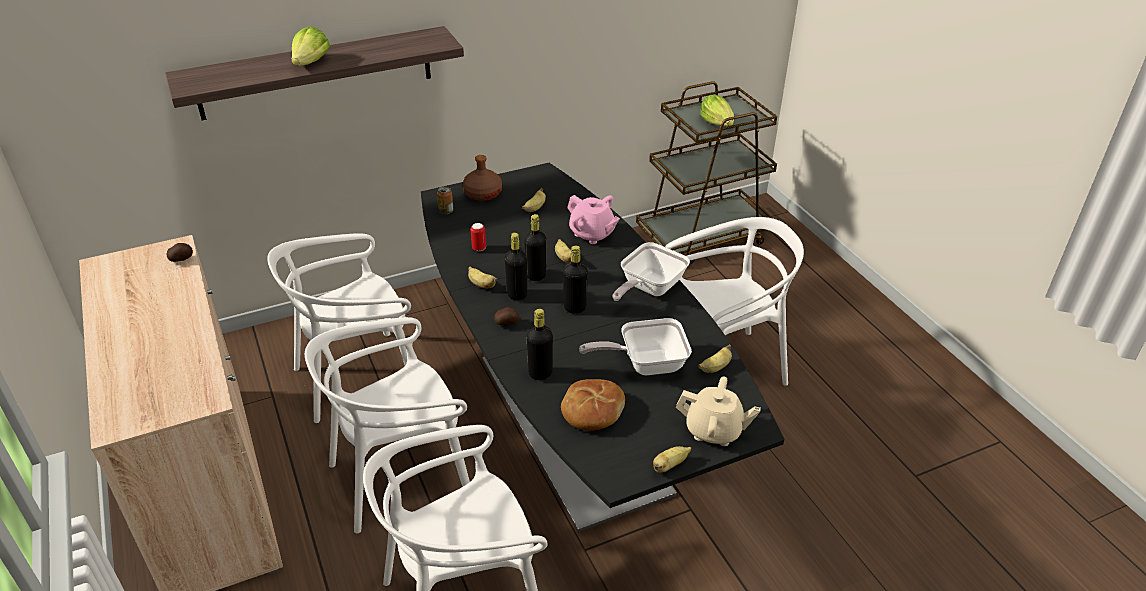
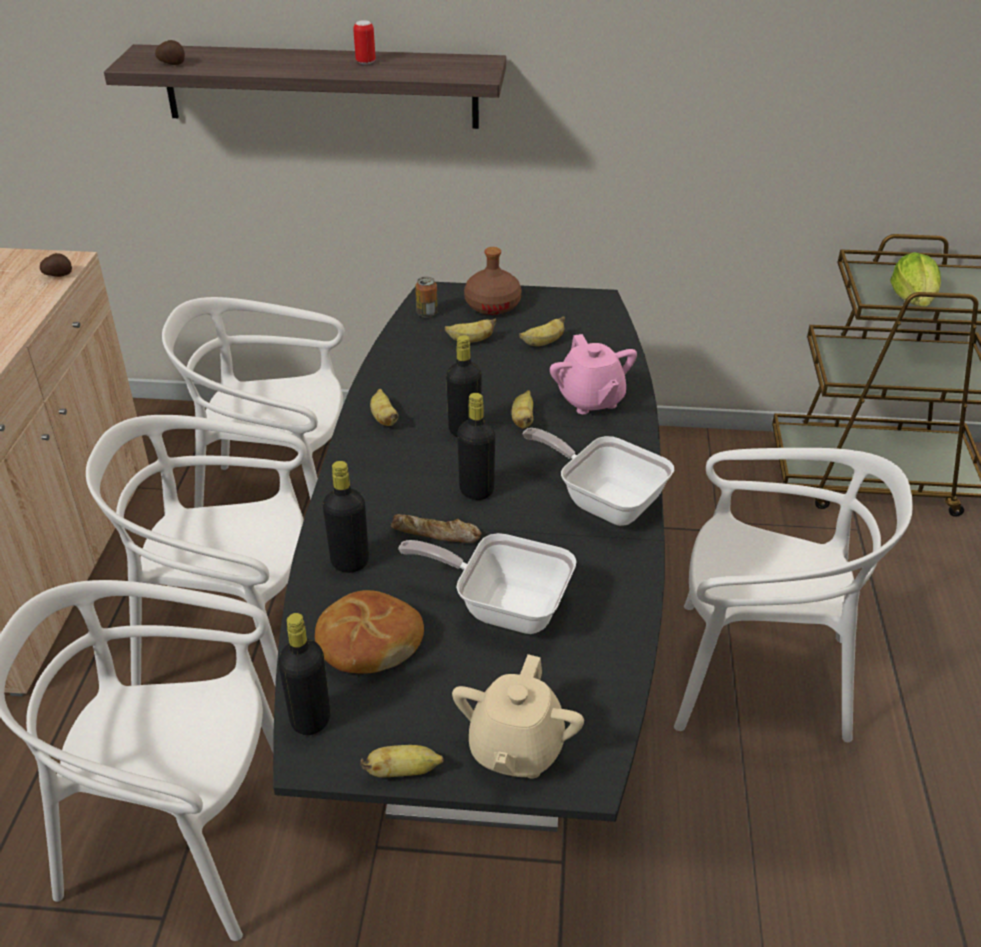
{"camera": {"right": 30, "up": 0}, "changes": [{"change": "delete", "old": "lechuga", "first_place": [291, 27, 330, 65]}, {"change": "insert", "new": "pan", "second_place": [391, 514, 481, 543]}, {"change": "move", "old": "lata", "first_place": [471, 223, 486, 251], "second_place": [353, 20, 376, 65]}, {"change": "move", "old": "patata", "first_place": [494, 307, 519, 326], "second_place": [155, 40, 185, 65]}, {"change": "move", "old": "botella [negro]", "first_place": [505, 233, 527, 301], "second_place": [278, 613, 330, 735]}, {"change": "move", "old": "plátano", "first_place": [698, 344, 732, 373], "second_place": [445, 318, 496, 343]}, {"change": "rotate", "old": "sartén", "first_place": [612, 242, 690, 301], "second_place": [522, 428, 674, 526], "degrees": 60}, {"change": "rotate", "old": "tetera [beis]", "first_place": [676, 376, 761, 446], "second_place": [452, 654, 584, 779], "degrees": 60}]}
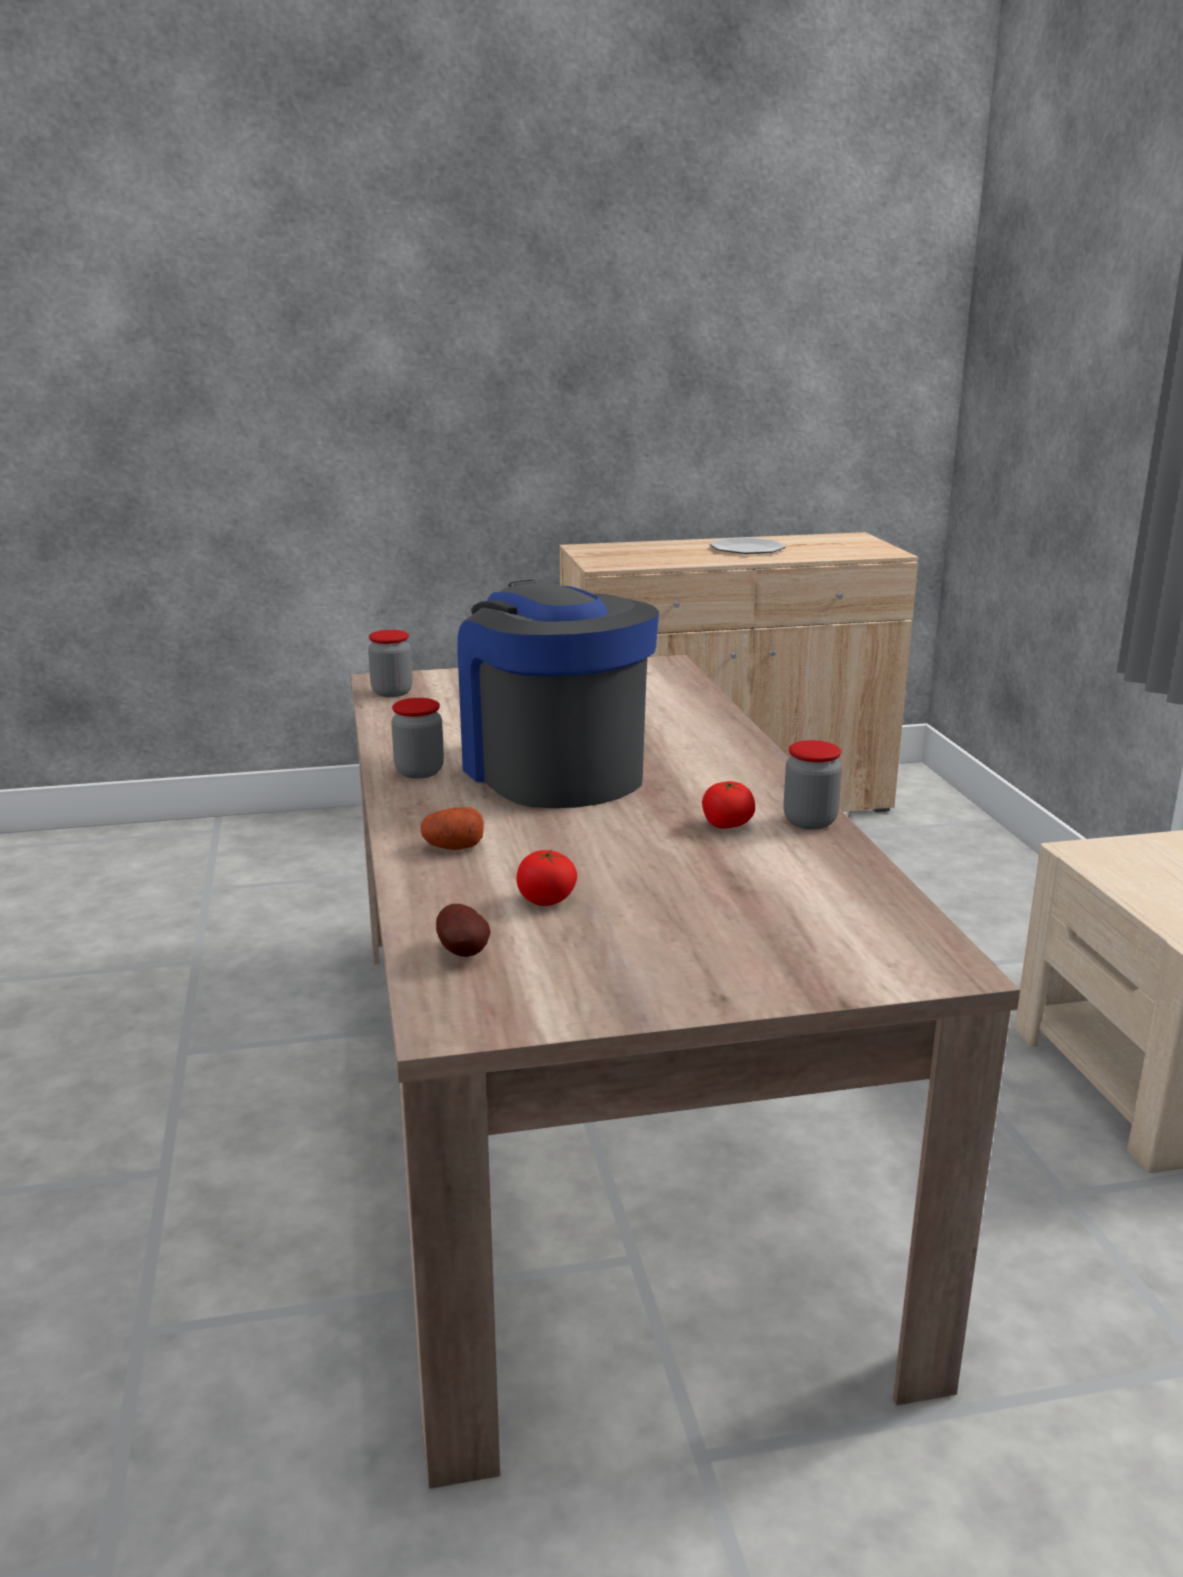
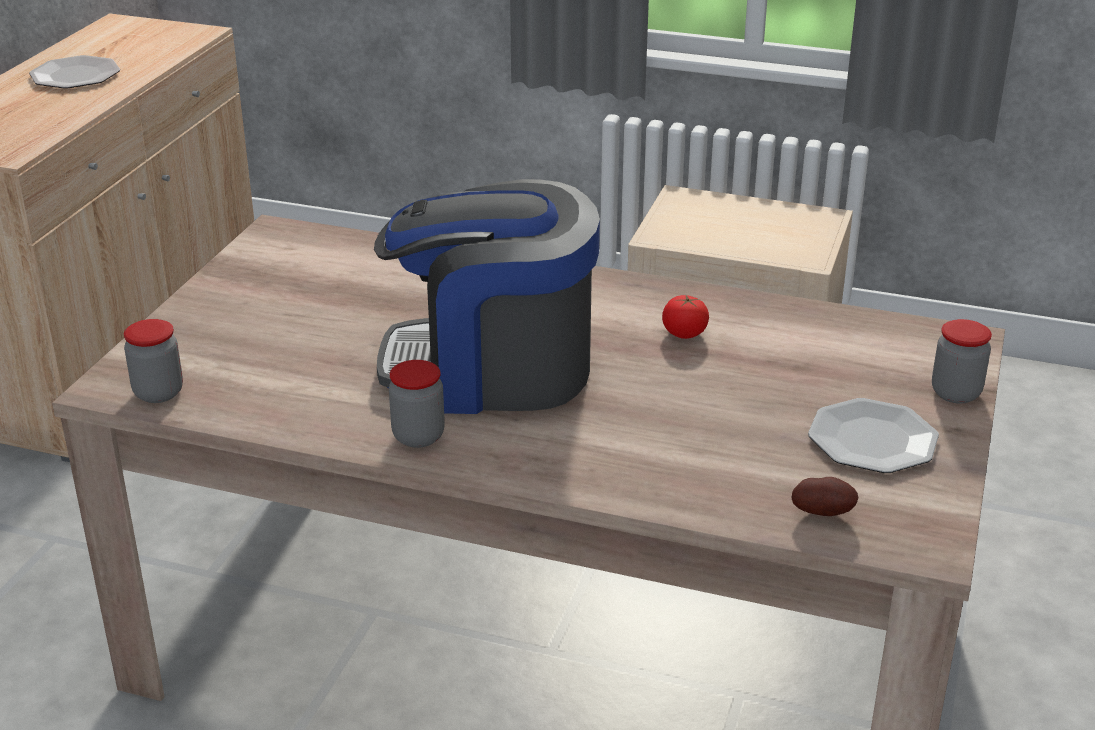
{"camera": {"right": -60, "up": 10}, "changes": [{"change": "delete", "old": "patata", "first_place": [421, 807, 484, 850]}, {"change": "delete", "old": "tomate", "first_place": [516, 850, 577, 906]}, {"change": "insert", "new": "plato", "second_place": [808, 398, 939, 473]}, {"change": "move", "old": "tarro", "first_place": [783, 740, 842, 830], "second_place": [932, 319, 992, 404]}]}
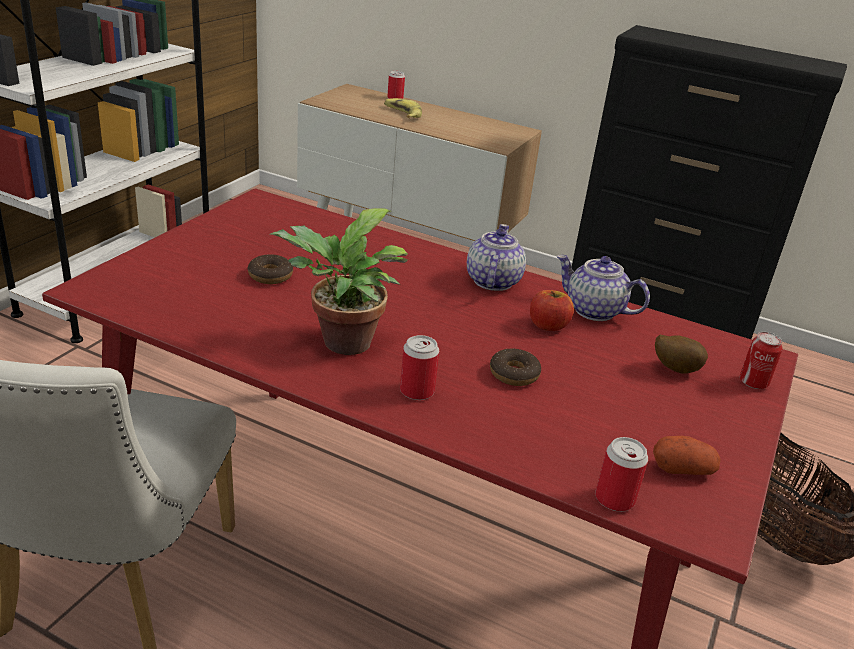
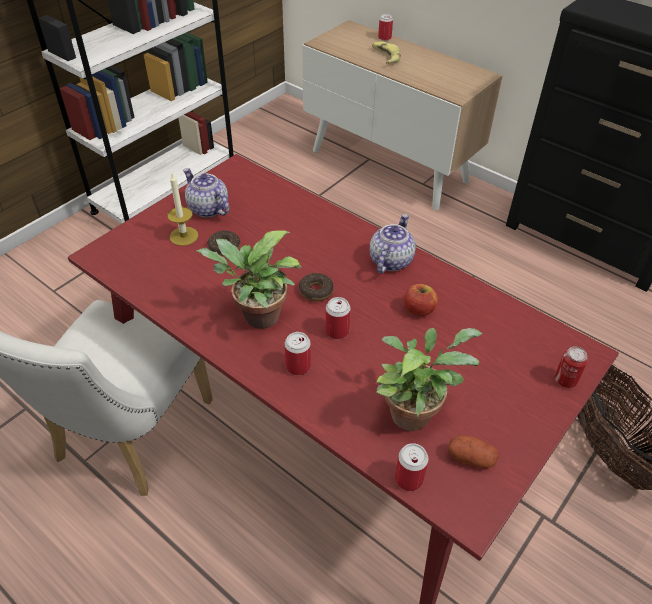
{"camera": {"right": 15, "up": 15}, "changes": [{"change": "delete", "old": "patata", "first_place": [655, 335, 708, 374]}, {"change": "insert", "new": "vela", "second_place": [167, 174, 198, 246]}, {"change": "insert", "new": "lata", "second_place": [325, 297, 351, 339]}, {"change": "insert", "new": "planta en maceta", "second_place": [376, 328, 482, 431]}, {"change": "move", "old": "rosquilla", "first_place": [490, 348, 541, 386], "second_place": [299, 273, 334, 301]}, {"change": "move", "old": "tetera", "first_place": [557, 255, 650, 321], "second_place": [183, 168, 229, 218]}]}
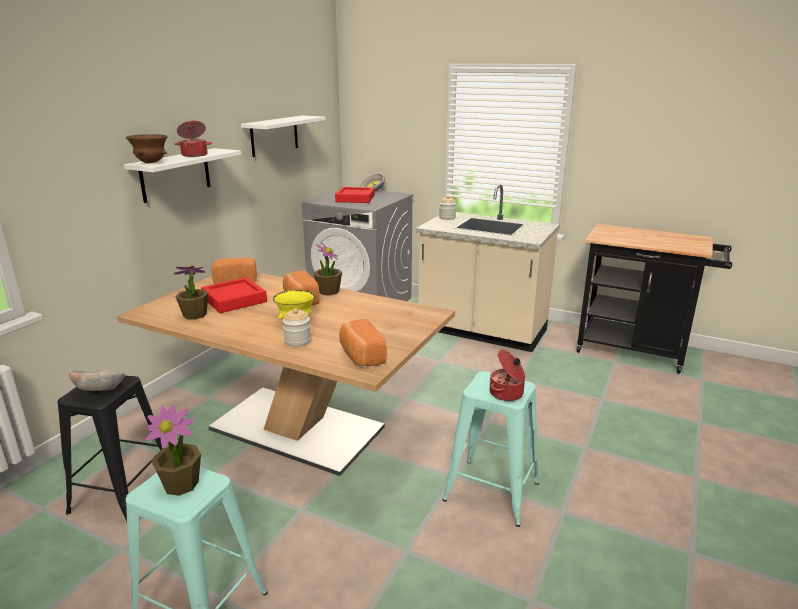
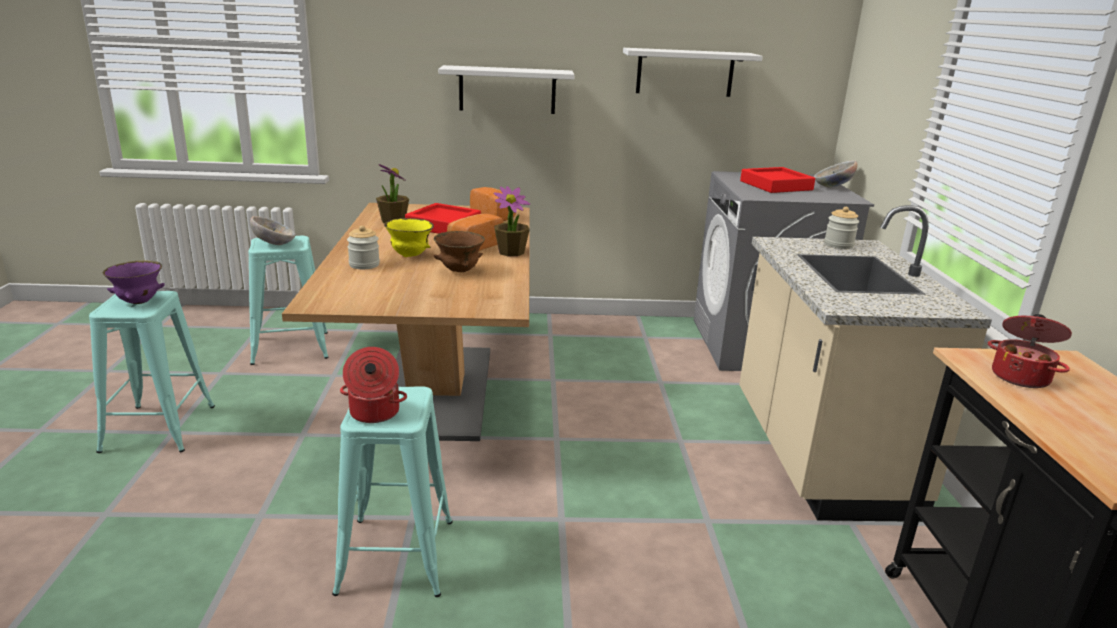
{"camera": {"right": 60, "up": 0}, "changes": [{"change": "delete", "old": "pan", "first_place": [339, 319, 387, 366]}, {"change": "move", "old": "cuenco [marrón]", "first_place": [126, 134, 168, 164], "second_place": [433, 231, 485, 272]}, {"change": "move", "old": "olla", "first_place": [174, 121, 212, 157], "second_place": [988, 314, 1072, 388]}, {"change": "replace", "old": "planta en maceta", "new": "cuenco [morado]", "first_place": [145, 405, 201, 496], "second_place": [103, 260, 165, 304]}, {"change": "recolor", "old": "taburete [negro]", "new": "taburete [turquesa]", "first_place": [57, 376, 162, 522], "second_place": [248, 236, 329, 365]}]}
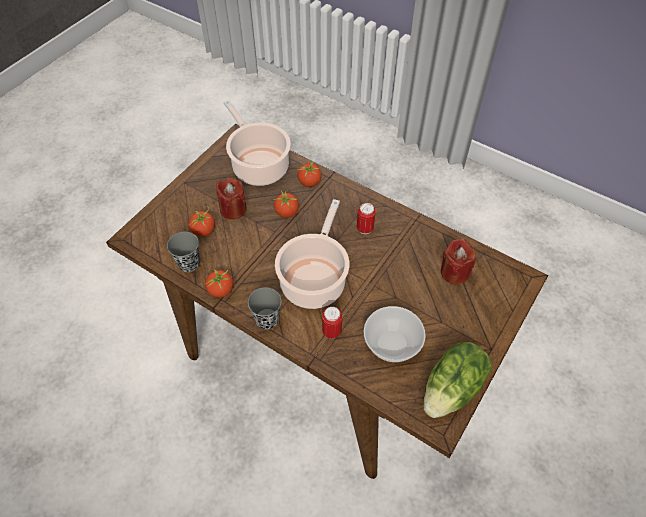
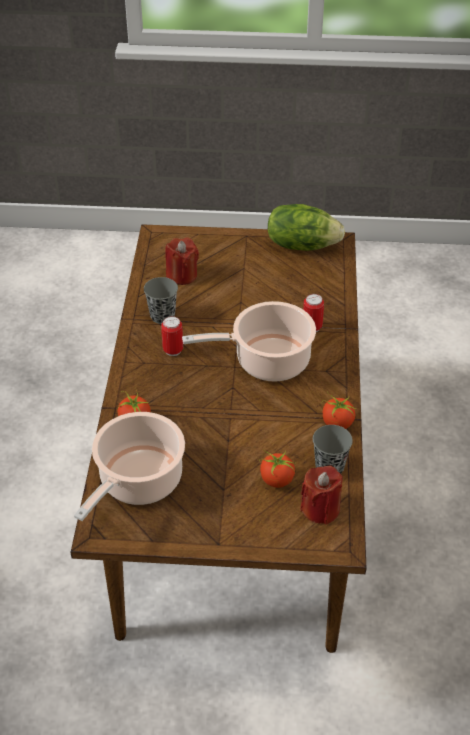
{"camera": {"right": -120, "up": -10}, "changes": [{"change": "delete", "old": "tomate", "first_place": [274, 190, 299, 218]}, {"change": "delete", "old": "cuenco", "first_place": [364, 306, 426, 362]}, {"change": "move", "old": "vela [rojo]", "first_place": [216, 177, 247, 219], "second_place": [300, 466, 343, 525]}, {"change": "move", "old": "taza [gris]", "first_place": [248, 287, 281, 330], "second_place": [144, 277, 178, 324]}]}
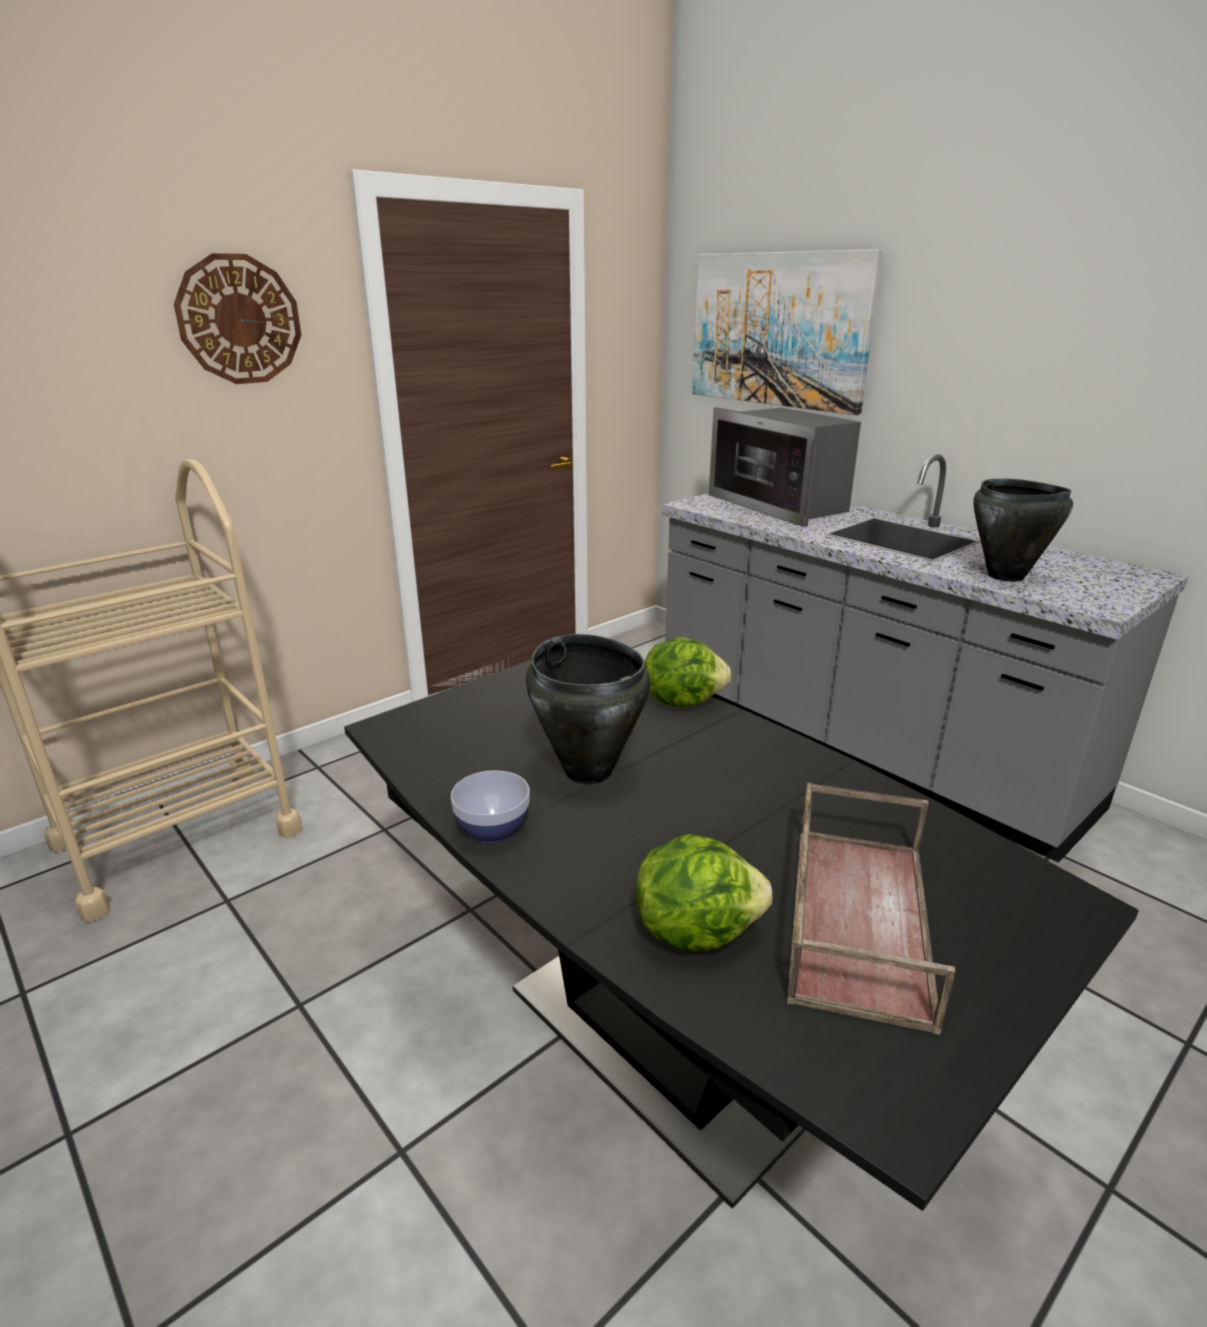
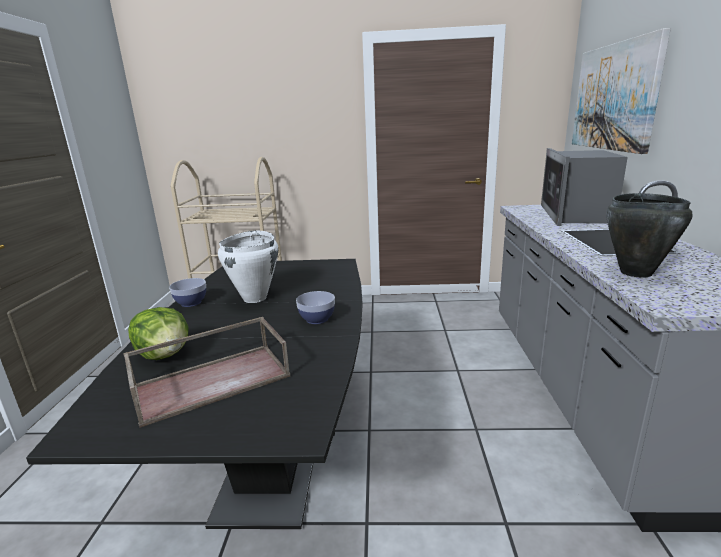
{"camera": {"right": 45, "up": -5}, "changes": [{"change": "delete", "old": "reloj de pared", "first_place": [174, 253, 301, 384]}, {"change": "delete", "old": "lechuga", "first_place": [644, 637, 732, 707]}, {"change": "insert", "new": "cuenco", "second_place": [296, 291, 335, 324]}, {"change": "recolor", "old": "olla [negro]", "new": "olla [blanco]", "first_place": [526, 634, 650, 784], "second_place": [218, 230, 278, 303]}]}
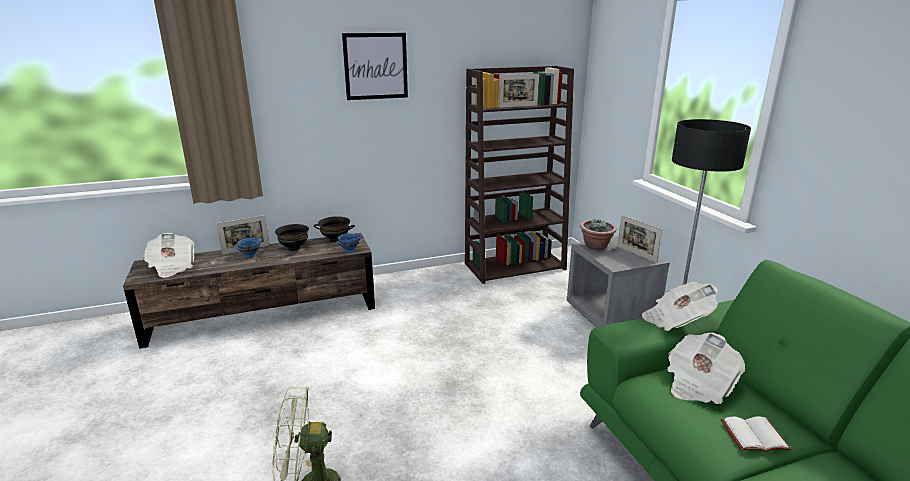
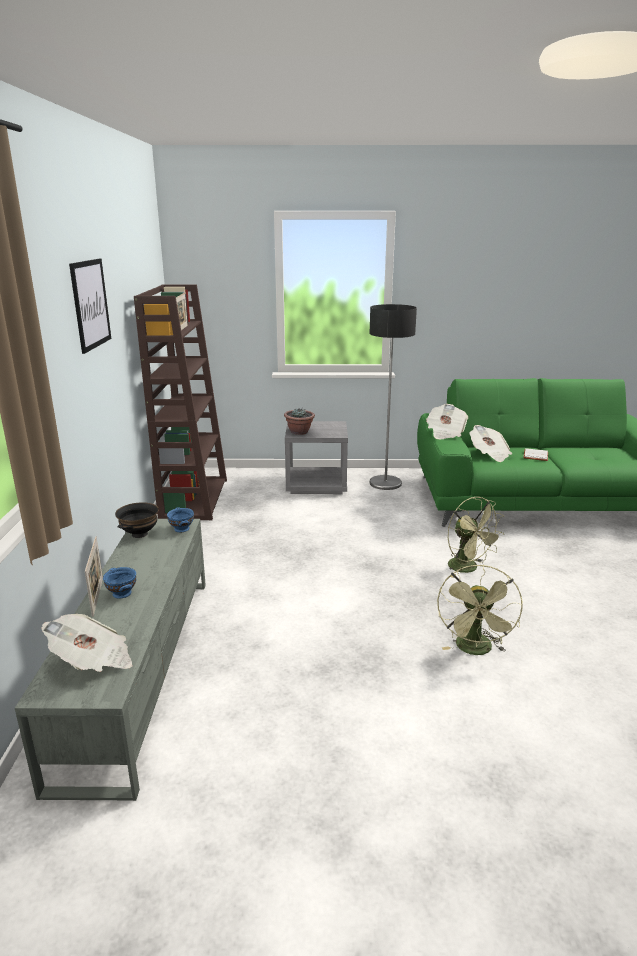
{"camera": {"right": -70, "up": 0}, "changes": [{"change": "delete", "old": "cuenco [negro]", "first_place": [275, 224, 309, 251]}, {"change": "delete", "old": "portarretratos", "first_place": [618, 215, 662, 262]}, {"change": "insert", "new": "ventilador [verde]", "second_place": [448, 497, 504, 578]}, {"change": "recolor", "old": "mueble de televisión [marrón]", "new": "mueble de televisión [gris]", "first_place": [123, 233, 375, 349], "second_place": [15, 519, 206, 801]}]}
